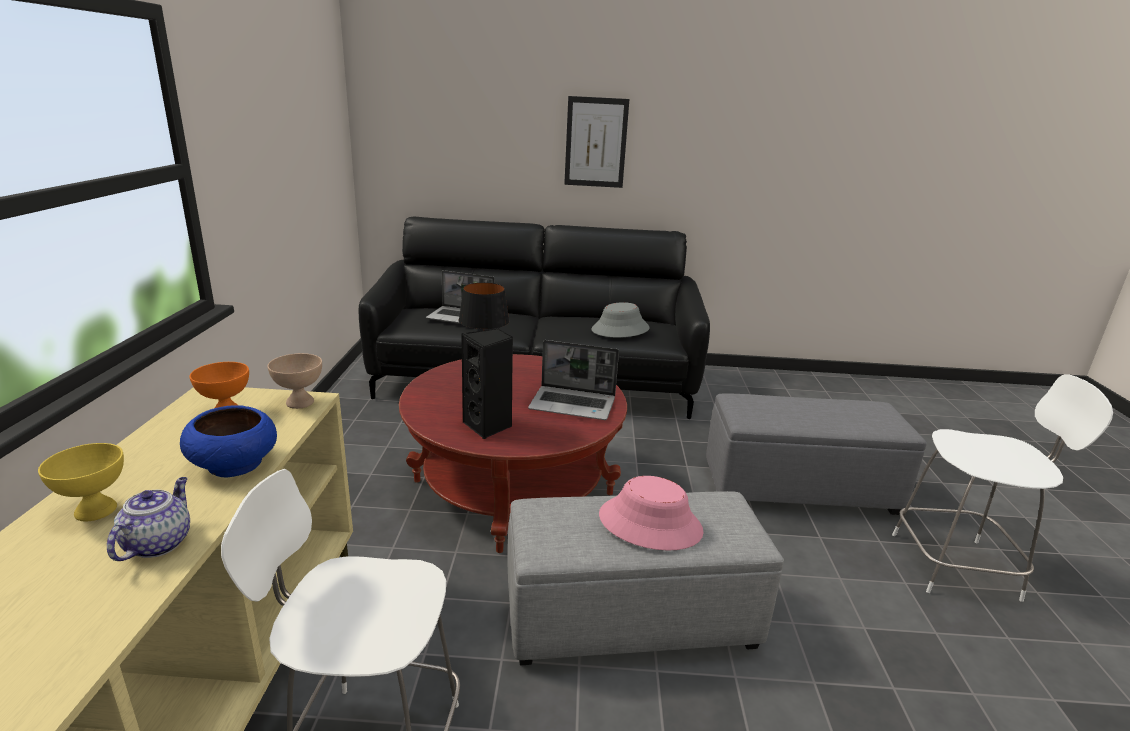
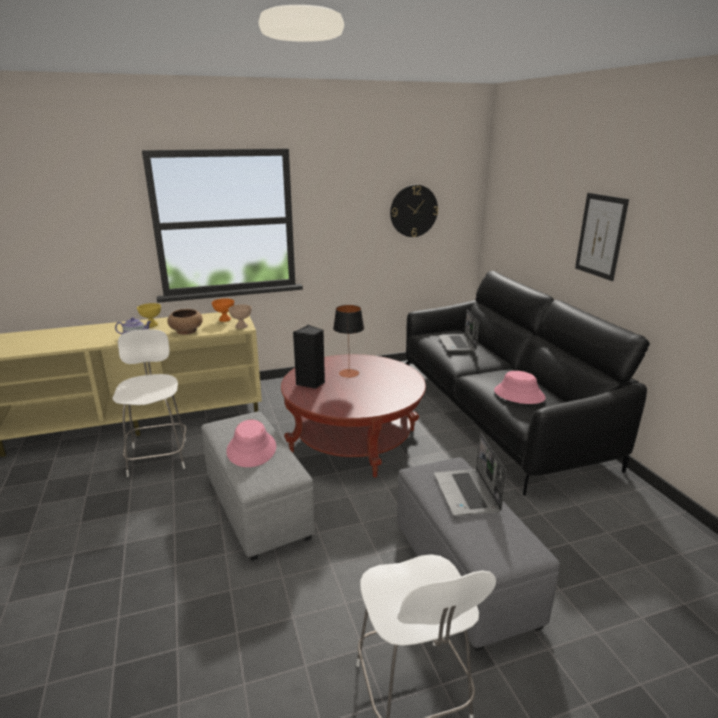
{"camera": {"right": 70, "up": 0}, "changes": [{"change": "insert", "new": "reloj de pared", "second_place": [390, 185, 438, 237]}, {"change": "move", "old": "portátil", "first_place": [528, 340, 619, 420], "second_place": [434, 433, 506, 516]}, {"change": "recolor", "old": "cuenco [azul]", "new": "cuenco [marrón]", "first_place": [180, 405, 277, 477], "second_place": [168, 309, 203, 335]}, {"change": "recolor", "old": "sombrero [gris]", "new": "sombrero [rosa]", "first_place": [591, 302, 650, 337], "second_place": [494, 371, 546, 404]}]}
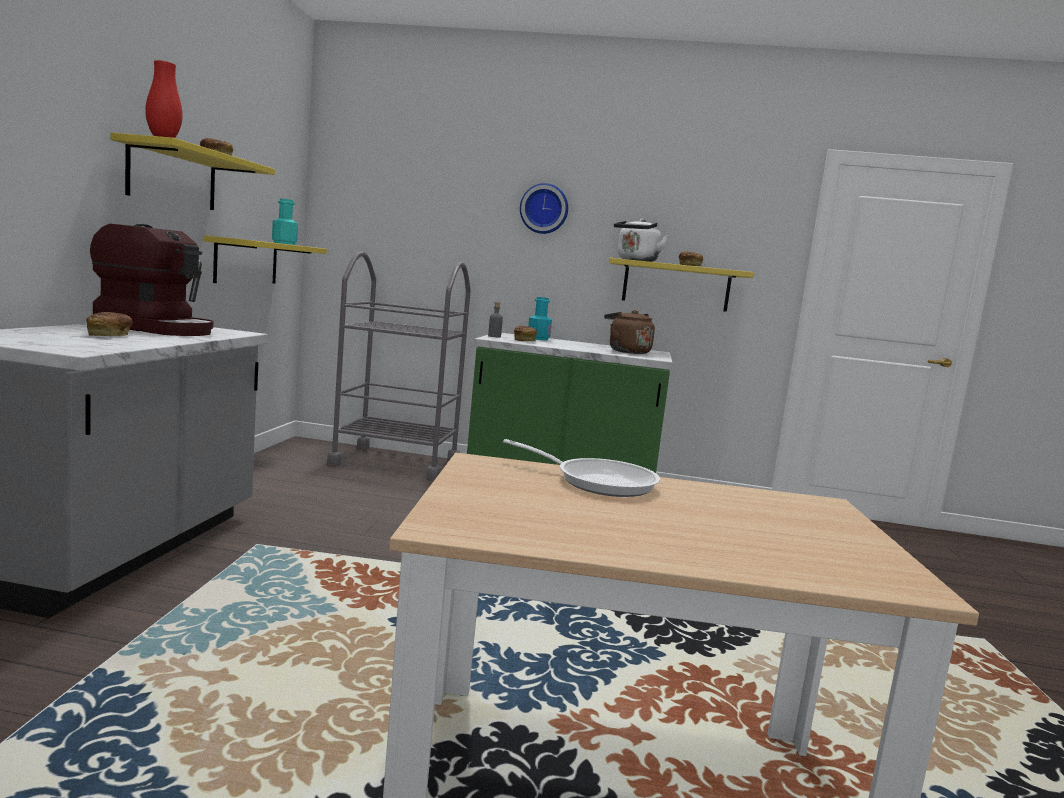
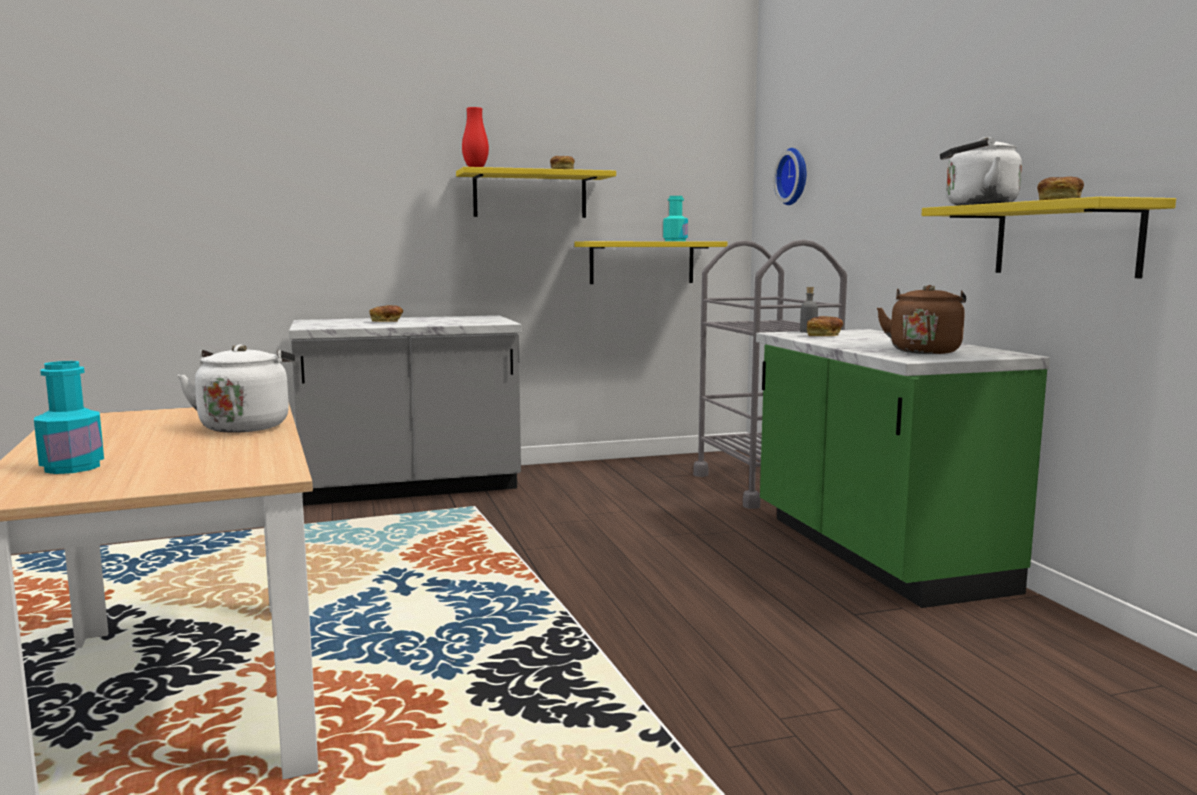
{"camera": {"right": 65, "up": 0}, "changes": [{"change": "delete", "old": "cafetera", "first_place": [90, 224, 214, 336]}, {"change": "move", "old": "reloj de pared", "first_place": [520, 183, 568, 234], "second_place": [774, 148, 806, 205]}, {"change": "move", "old": "botella [turquesa]", "first_place": [528, 297, 552, 340], "second_place": [34, 361, 104, 474]}, {"change": "replace", "old": "sartén", "new": "hervidor [blanco]", "first_place": [503, 439, 660, 497], "second_place": [177, 344, 295, 433]}]}
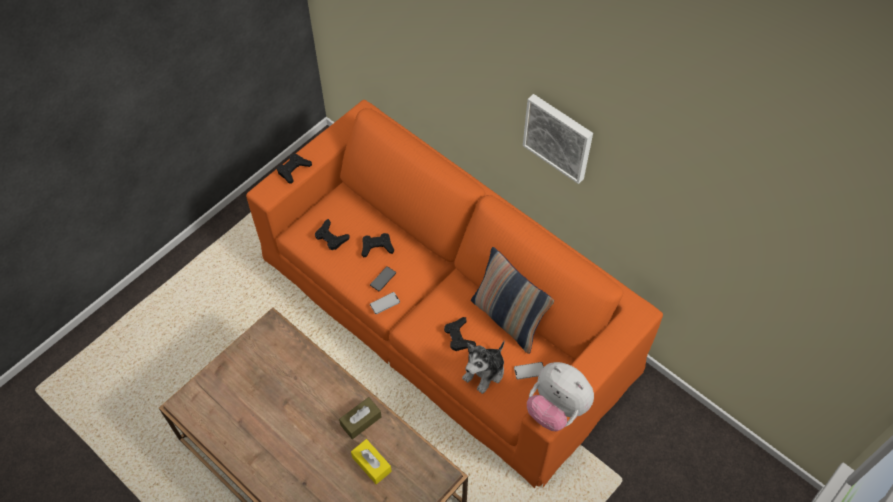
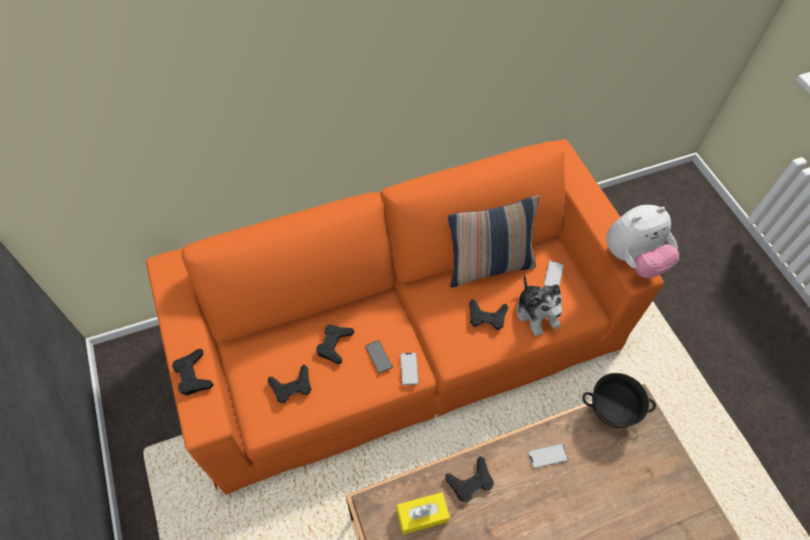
{"camera": {"right": -65, "up": 0}, "changes": [{"change": "delete", "old": "cuadro", "first_place": [523, 94, 593, 184]}, {"change": "insert", "new": "mando de consola [negro]", "second_place": [445, 456, 494, 502]}, {"change": "insert", "new": "cuenco [negro]", "second_place": [582, 373, 656, 428]}, {"change": "move", "old": "caja de pañuelos [amarillo]", "first_place": [351, 439, 392, 485], "second_place": [397, 492, 450, 535]}, {"change": "replace", "old": "caja de pañuelos [marrón]", "new": "móvil", "first_place": [339, 397, 382, 439], "second_place": [528, 443, 568, 468]}]}
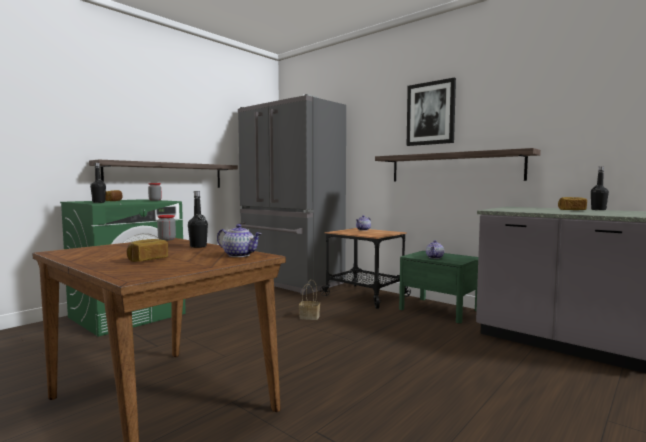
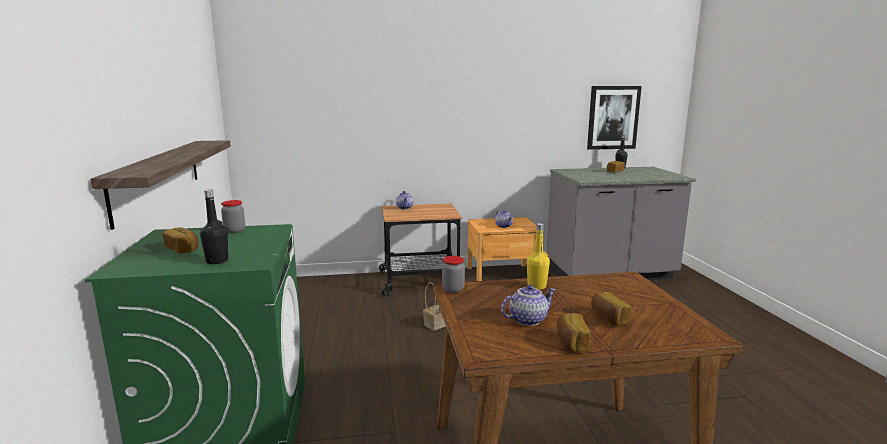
{"camera": {"right": -50, "up": 10}, "changes": [{"change": "delete", "old": "nevera [gris]", "first_place": [238, 94, 346, 295]}, {"change": "delete", "old": "estante", "first_place": [375, 148, 541, 181]}, {"change": "insert", "new": "pan", "second_place": [557, 313, 591, 352]}, {"change": "move", "old": "tetera", "first_place": [217, 224, 262, 257], "second_place": [501, 285, 556, 326]}, {"change": "move", "old": "cuadro", "first_place": [407, 78, 456, 146], "second_place": [587, 86, 642, 150]}, {"change": "recolor", "old": "botella [negro]", "new": "botella [amarillo]", "first_place": [188, 191, 208, 248], "second_place": [527, 223, 550, 290]}, {"change": "recolor", "old": "mesita de noche [verde]", "new": "mesita de noche [marrón]", "first_place": [399, 251, 478, 324], "second_place": [467, 217, 537, 281]}]}
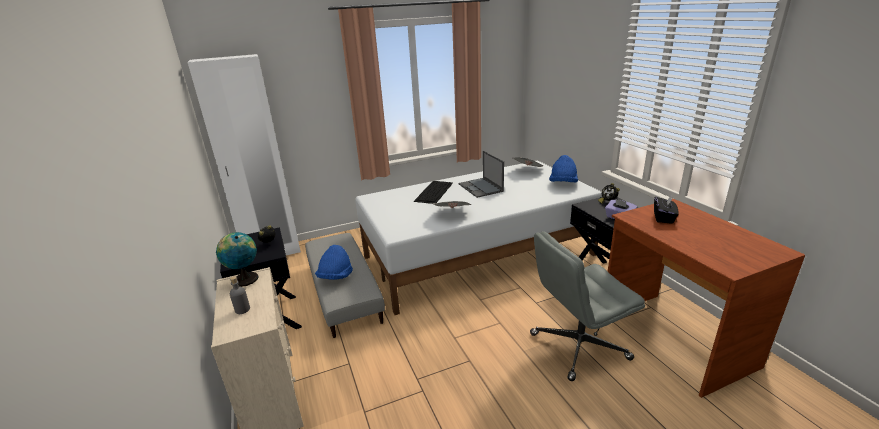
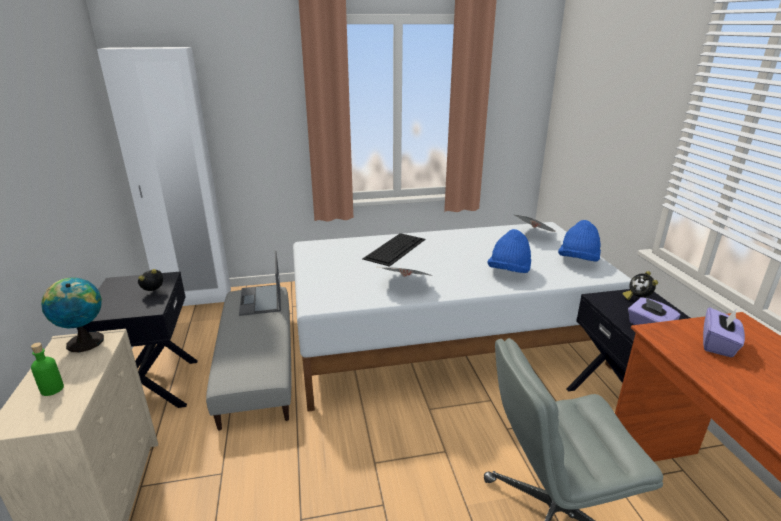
{"camera": {"right": 10, "up": 0}, "changes": [{"change": "move", "old": "sombrero [azul]", "first_place": [315, 245, 353, 280], "second_place": [488, 229, 531, 273]}, {"change": "move", "old": "portátil", "first_place": [459, 151, 504, 198], "second_place": [239, 251, 281, 316]}, {"change": "recolor", "old": "botella [gris]", "new": "botella [verde]", "first_place": [230, 276, 250, 314], "second_place": [31, 343, 64, 396]}, {"change": "recolor", "old": "caja de pañuelos [negro]", "new": "caja de pañuelos [morado]", "first_place": [654, 195, 679, 224], "second_place": [703, 307, 745, 357]}]}
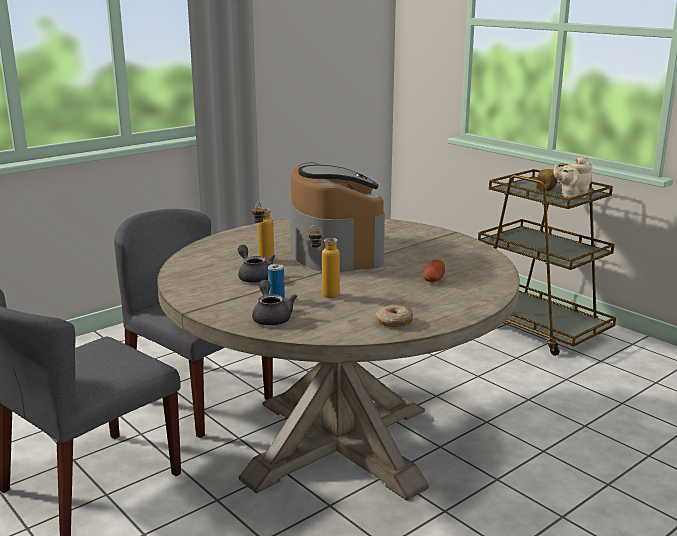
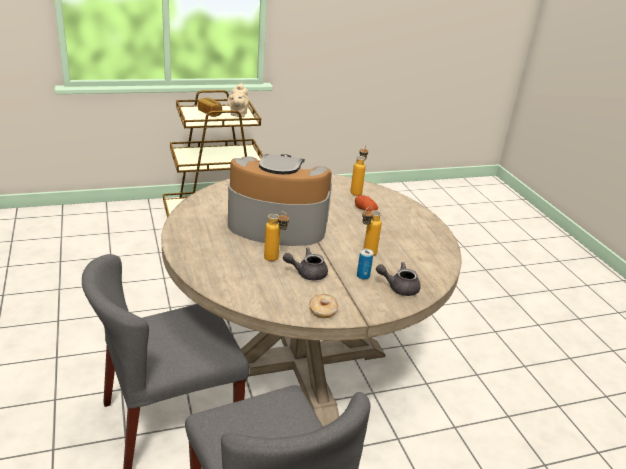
{"camera": {"right": -70, "up": 10}, "changes": [{"change": "insert", "new": "botella", "second_place": [350, 145, 368, 196]}, {"change": "move", "old": "rosquilla", "first_place": [376, 305, 413, 327], "second_place": [309, 294, 338, 318]}]}
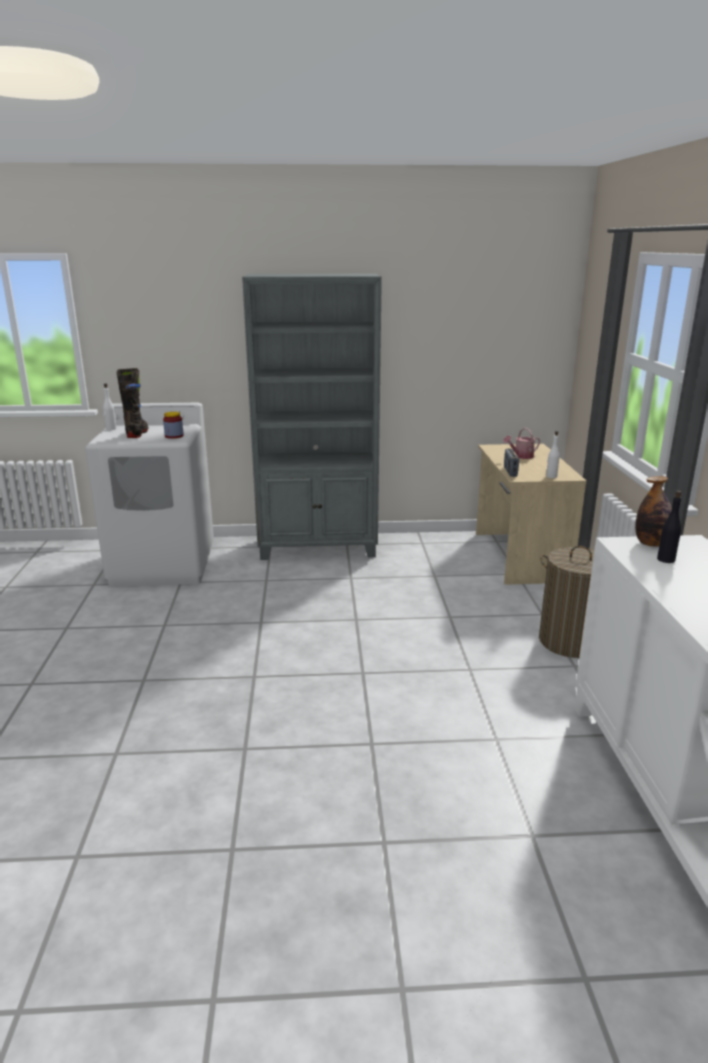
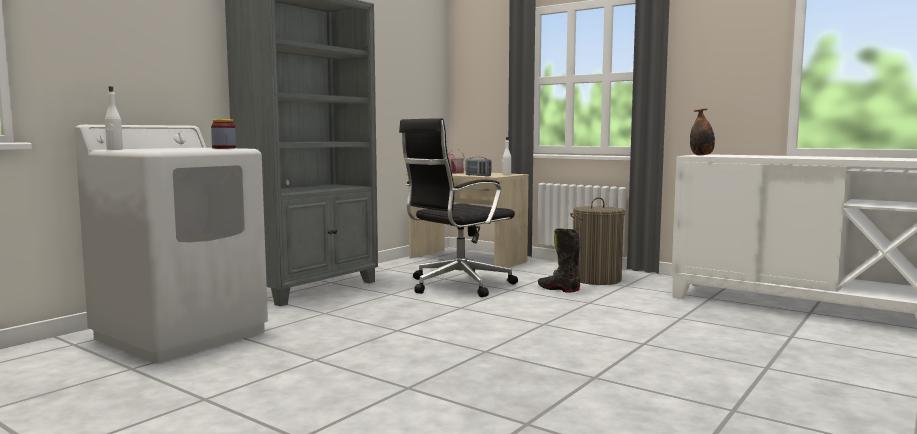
{"camera": {"right": -50, "up": -15}, "changes": [{"change": "delete", "old": "botella [negro]", "first_place": [657, 491, 681, 563]}, {"change": "insert", "new": "silla de oficina [negro]", "second_place": [399, 118, 518, 297]}, {"change": "move", "old": "bota [negro]", "first_place": [116, 368, 149, 438], "second_place": [538, 228, 581, 293]}]}
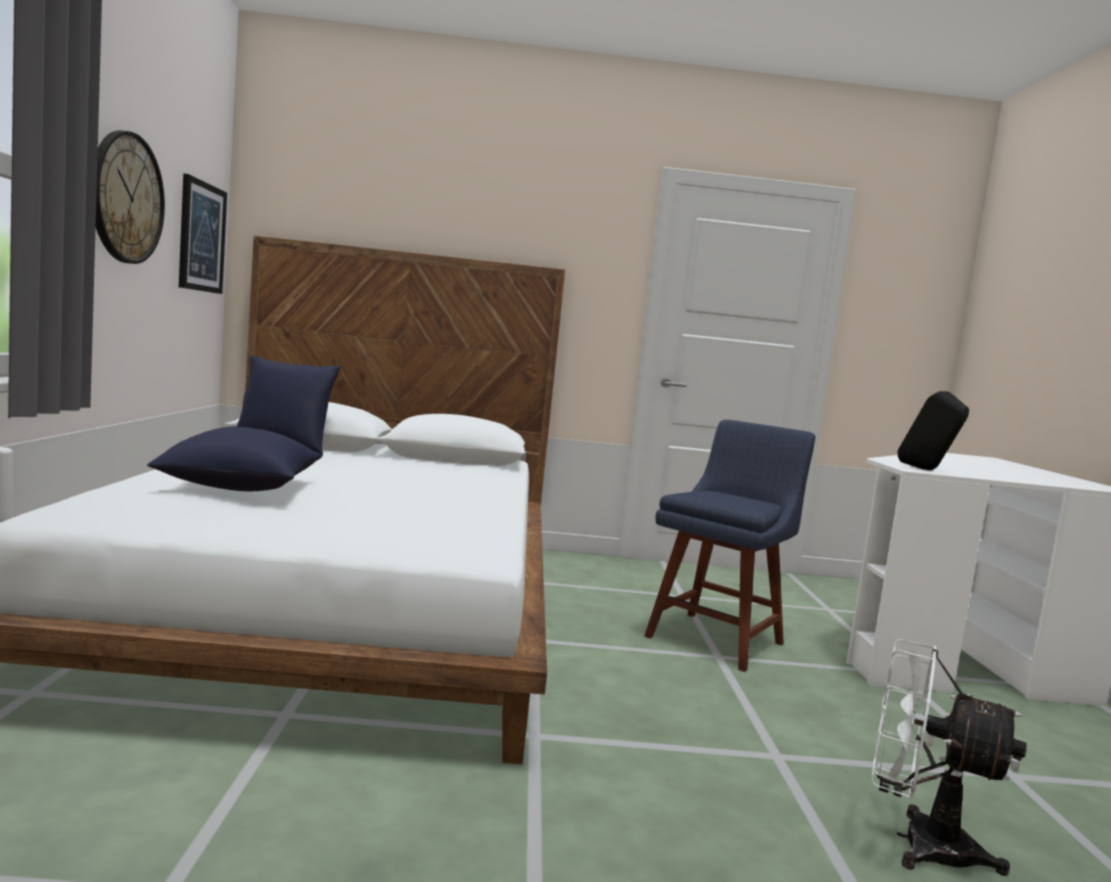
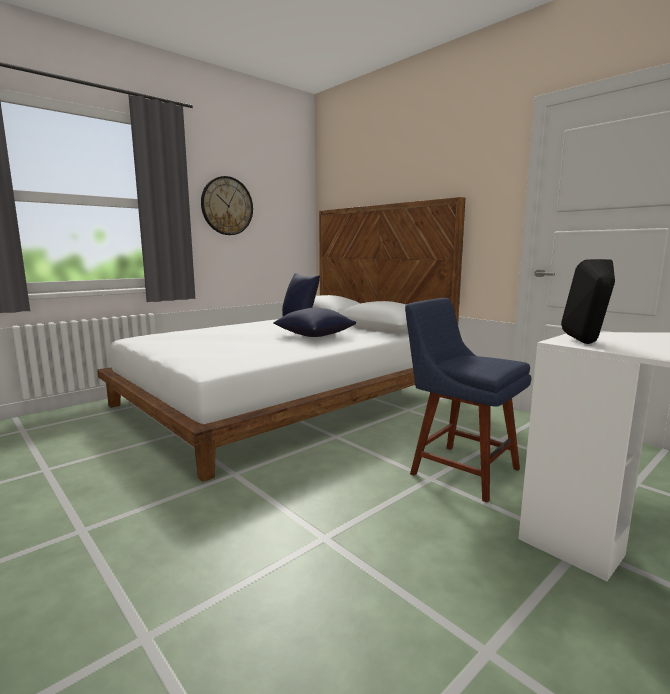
{"camera": {"right": 50, "up": 5}, "changes": [{"change": "delete", "old": "cuadro", "first_place": [179, 173, 227, 294]}, {"change": "delete", "old": "ventilador [blanco]", "first_place": [872, 639, 1027, 876]}, {"change": "move", "old": "cojín [azul]", "first_place": [147, 427, 321, 491], "second_place": [273, 308, 356, 337]}, {"change": "rotate", "old": "silla [azul]", "first_place": [644, 420, 815, 672], "second_place": [405, 298, 531, 503], "degrees": -135}]}
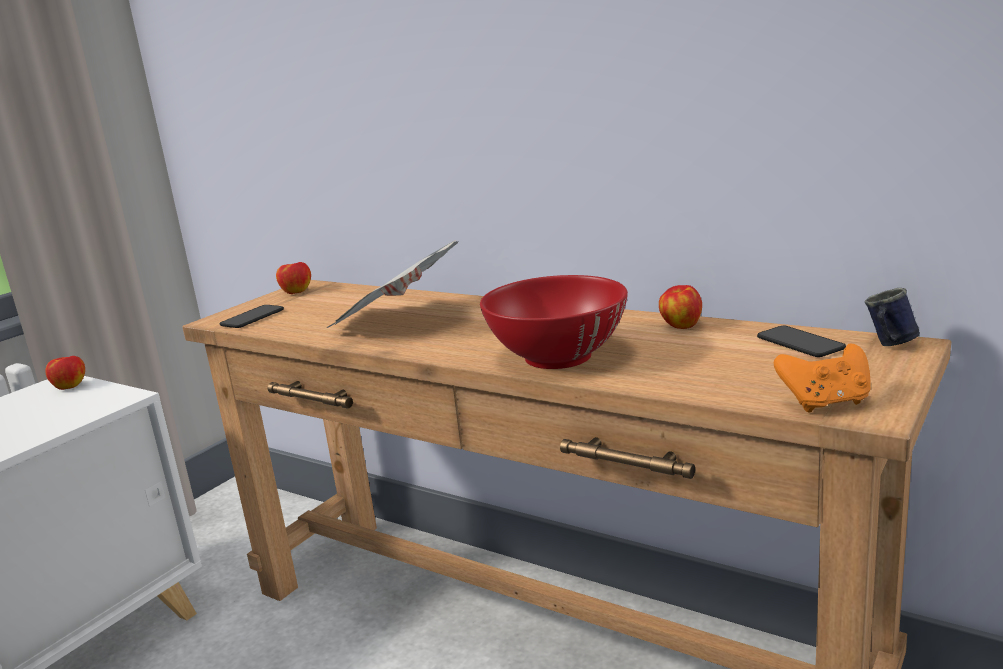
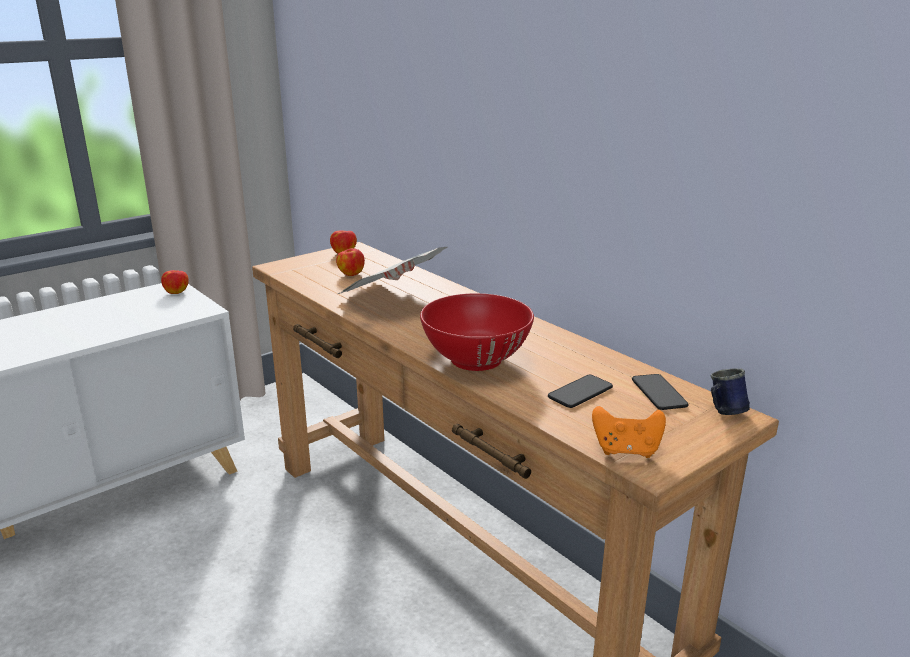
{"camera": {"right": 15, "up": 5}, "changes": [{"change": "move", "old": "móvil", "first_place": [220, 305, 284, 328], "second_place": [548, 375, 613, 408]}, {"change": "move", "old": "manzana", "first_place": [659, 285, 702, 329], "second_place": [336, 248, 365, 276]}]}
